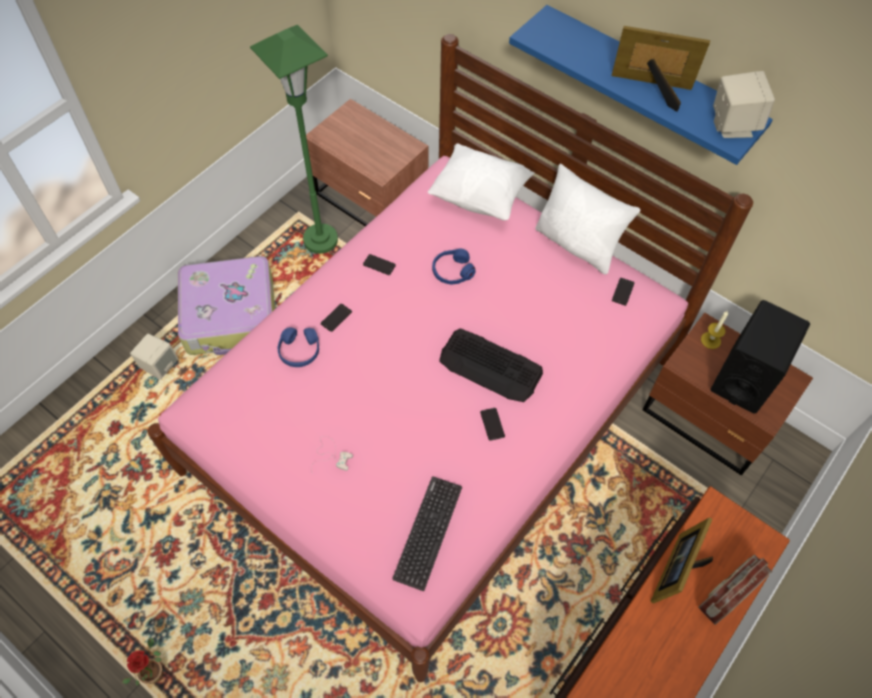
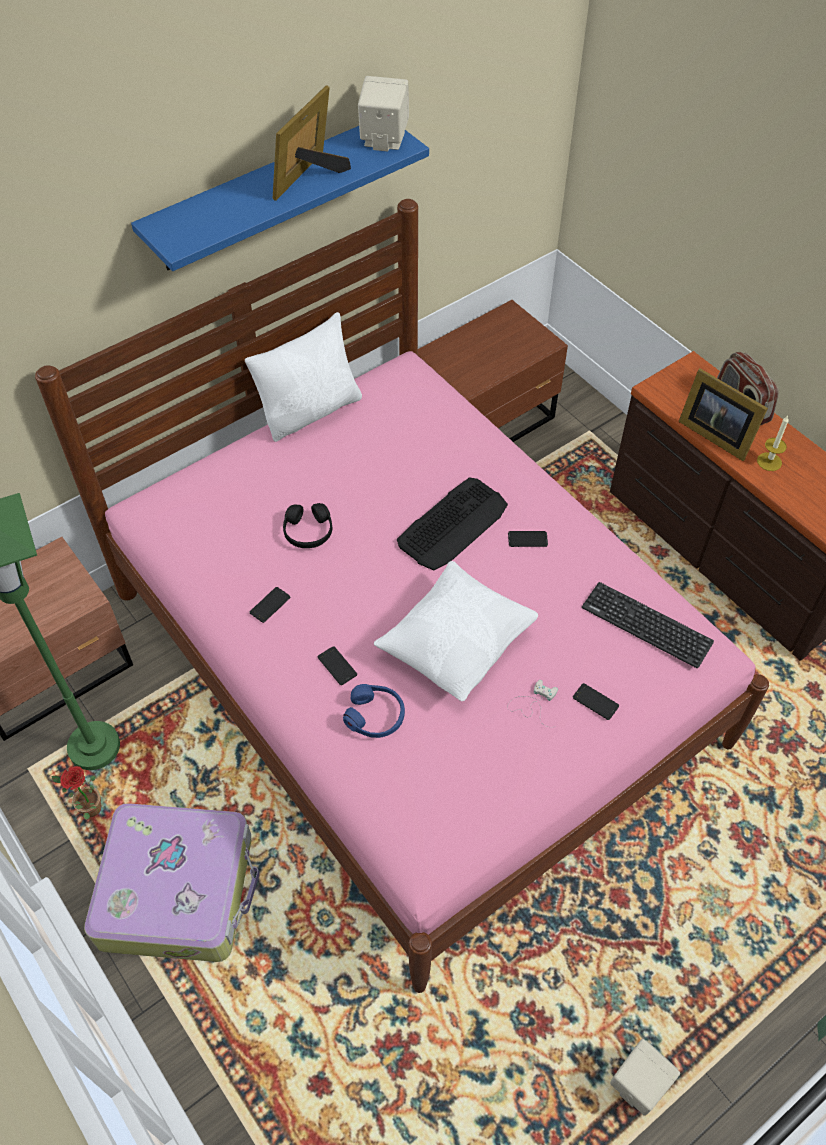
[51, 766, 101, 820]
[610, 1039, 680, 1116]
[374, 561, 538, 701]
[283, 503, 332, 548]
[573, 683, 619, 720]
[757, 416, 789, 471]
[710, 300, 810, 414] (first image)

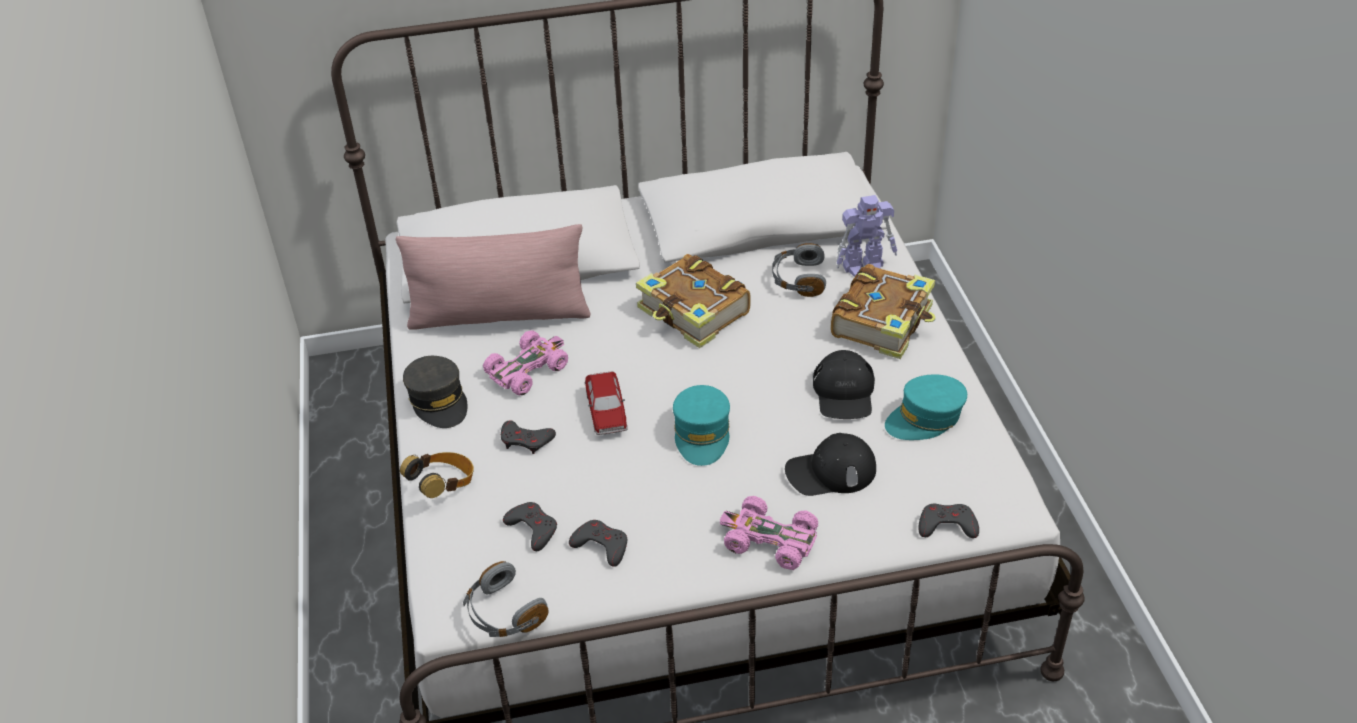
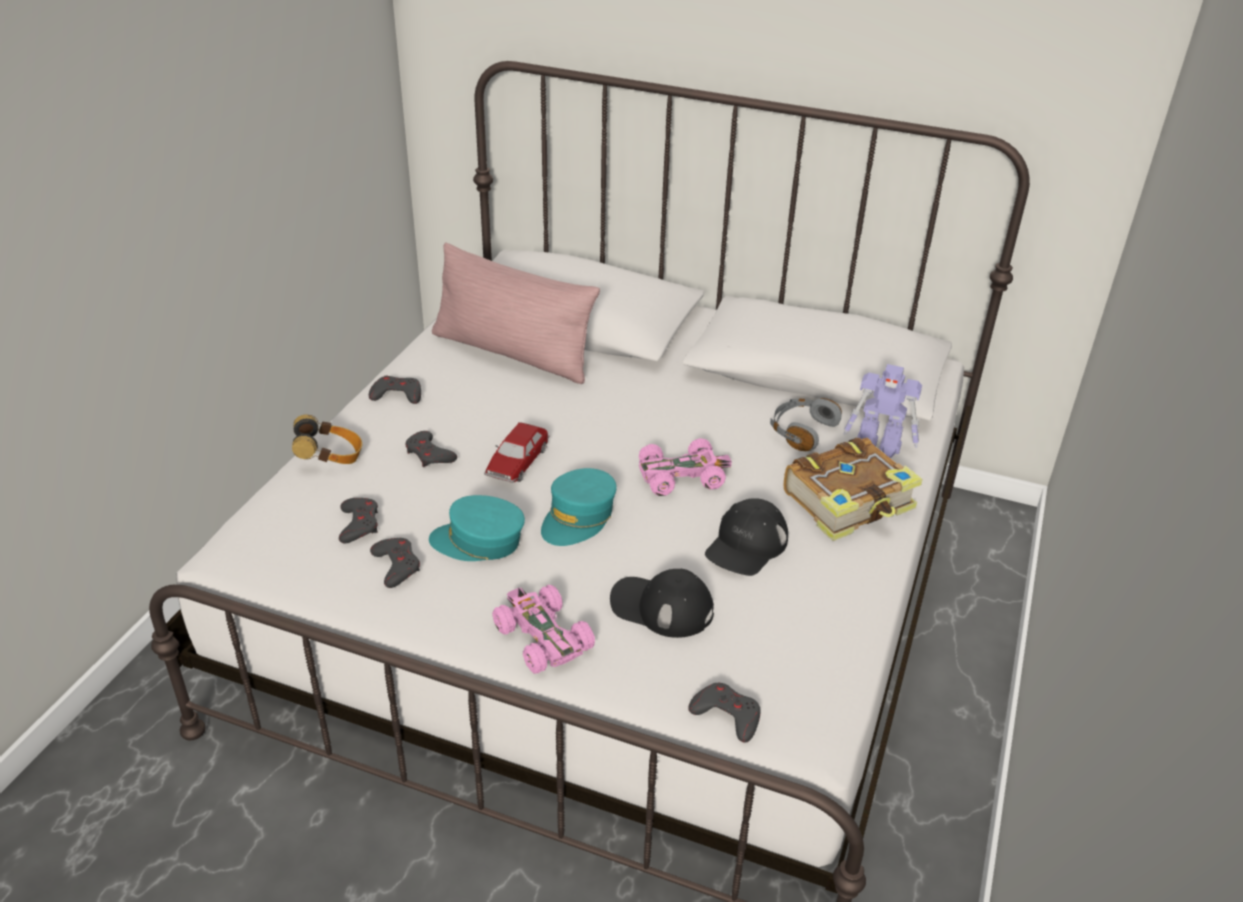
[369, 375, 421, 404]
[463, 561, 549, 637] (first image)
[639, 438, 732, 496]
[636, 254, 751, 348] (first image)
[429, 495, 525, 561]

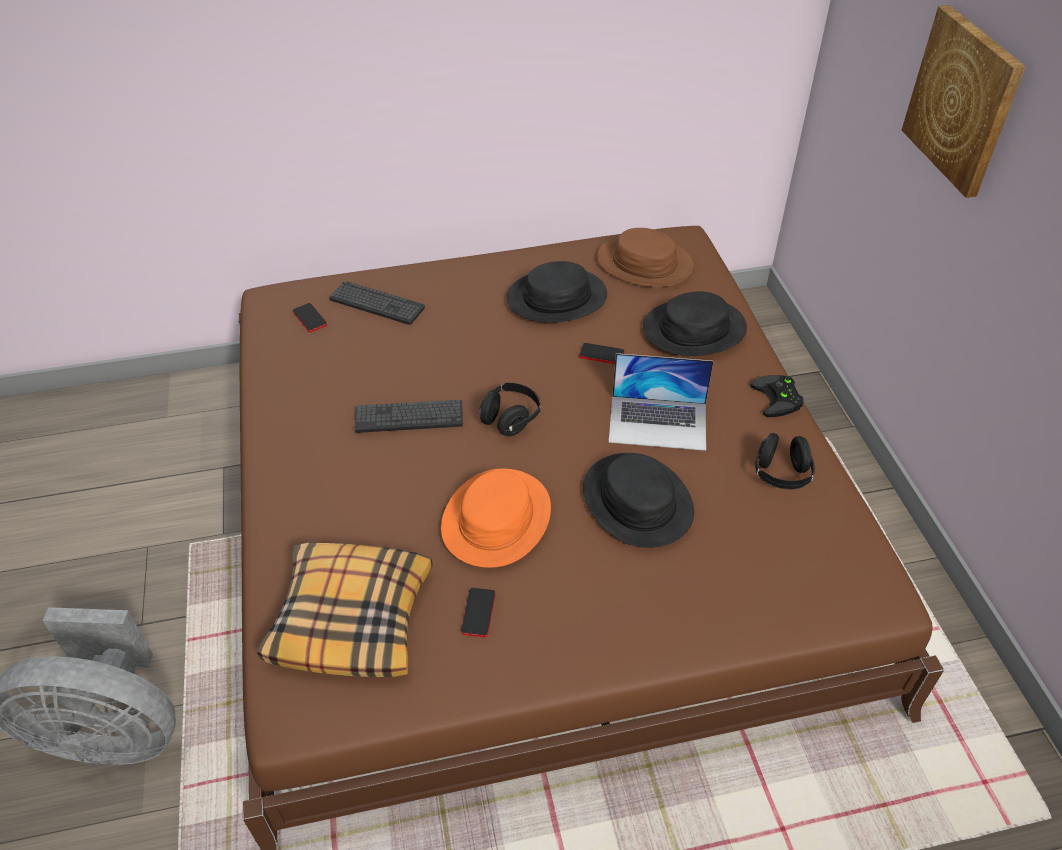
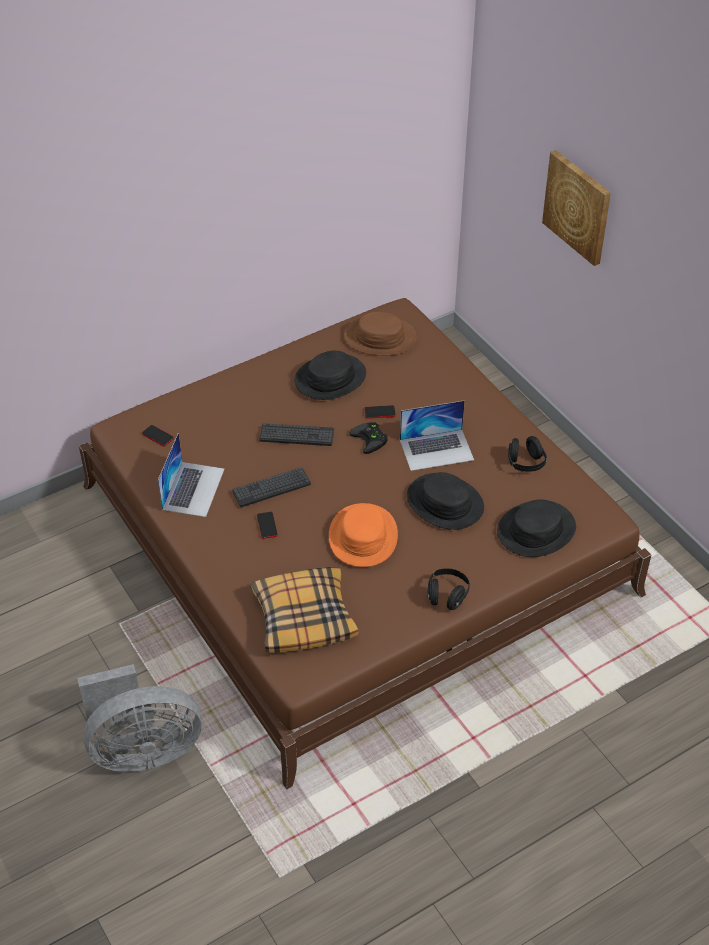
[259, 423, 334, 446]
[257, 512, 278, 539]
[428, 568, 470, 610]
[497, 500, 576, 557]
[349, 422, 388, 454]
[157, 433, 224, 517]

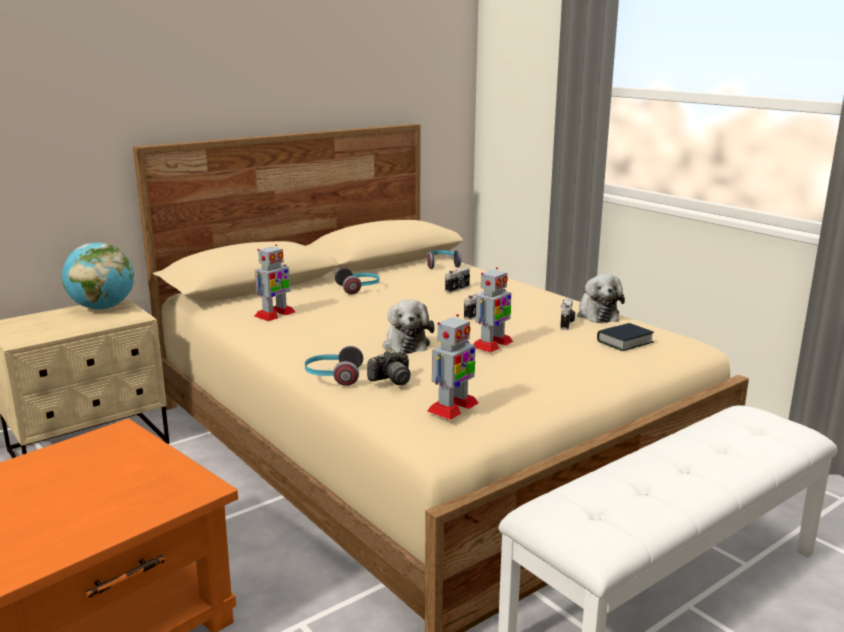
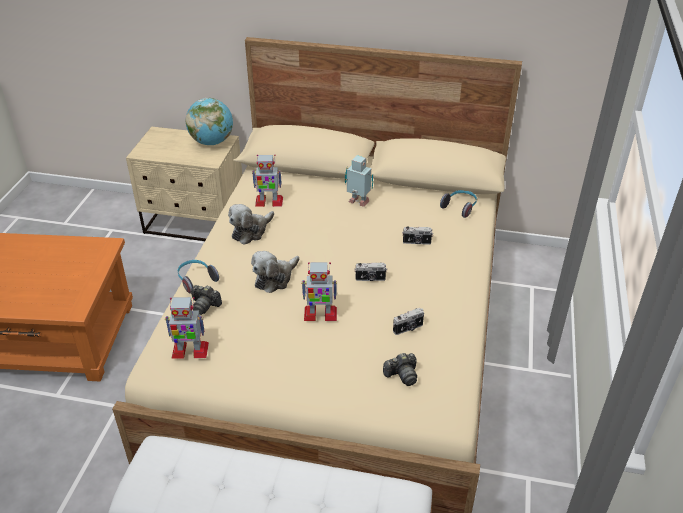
[345, 155, 373, 207]
[228, 204, 274, 245]
[383, 353, 417, 386]

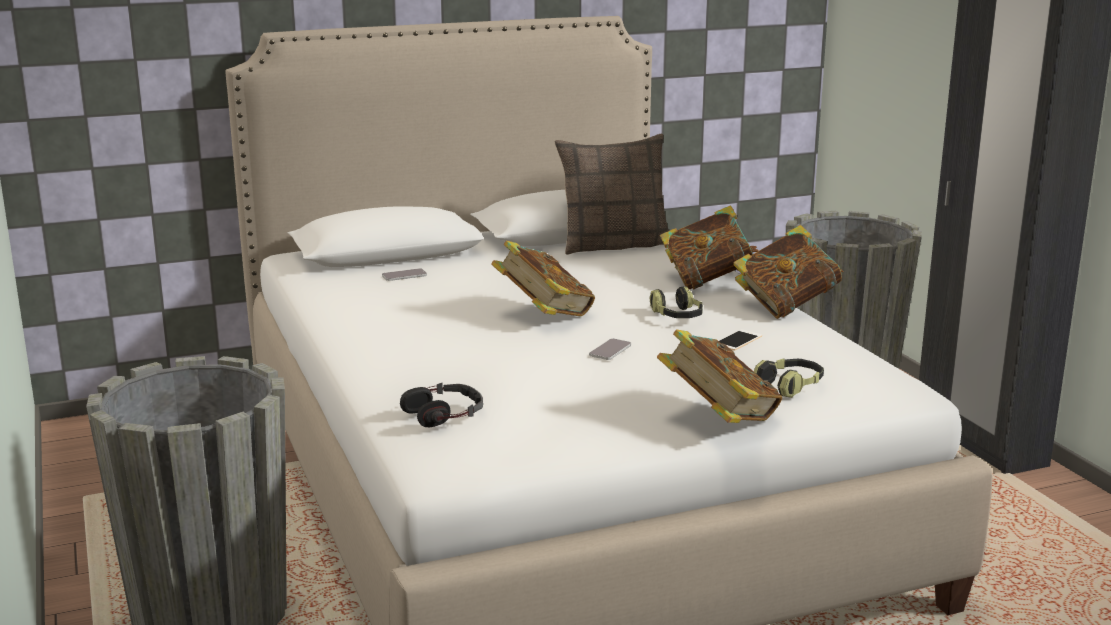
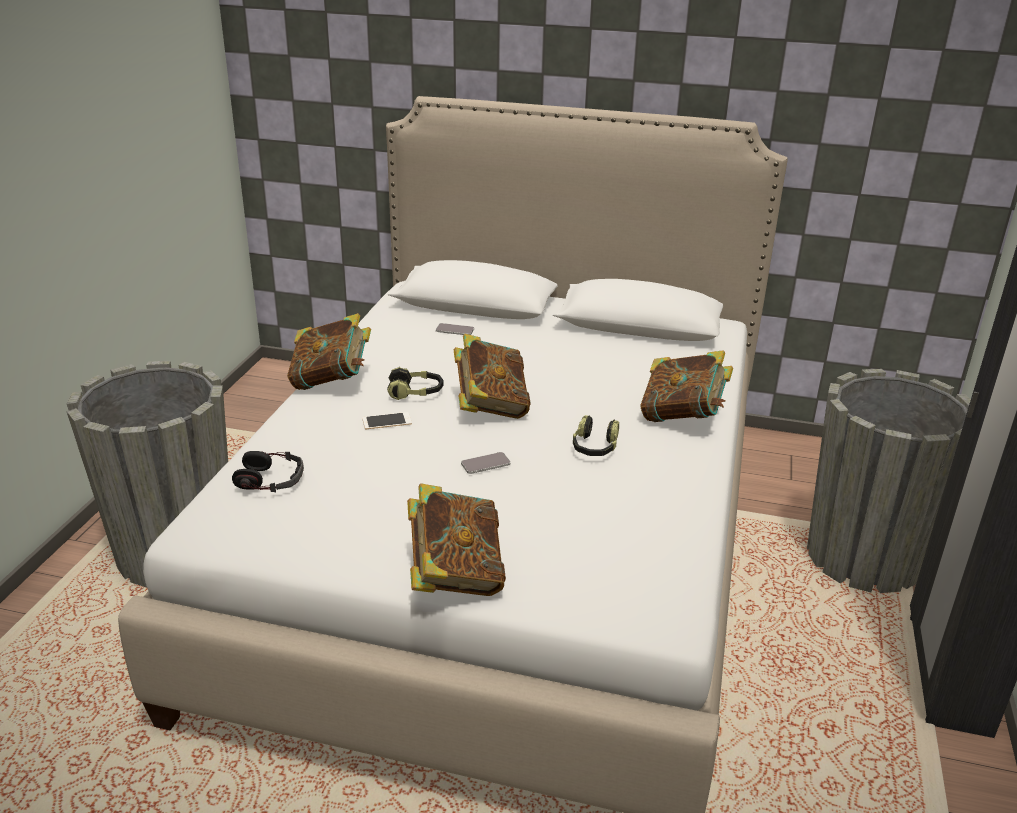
[554, 134, 669, 255] (first image)
[362, 412, 412, 429]
[287, 313, 371, 390]
[387, 367, 443, 400]

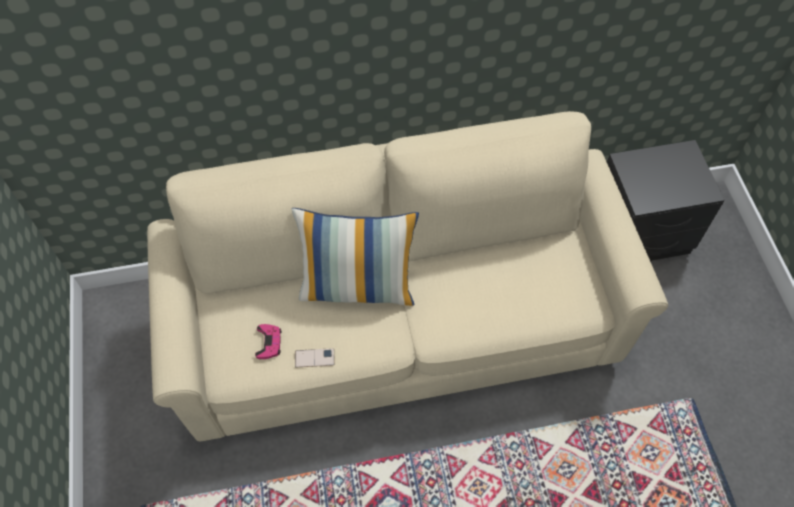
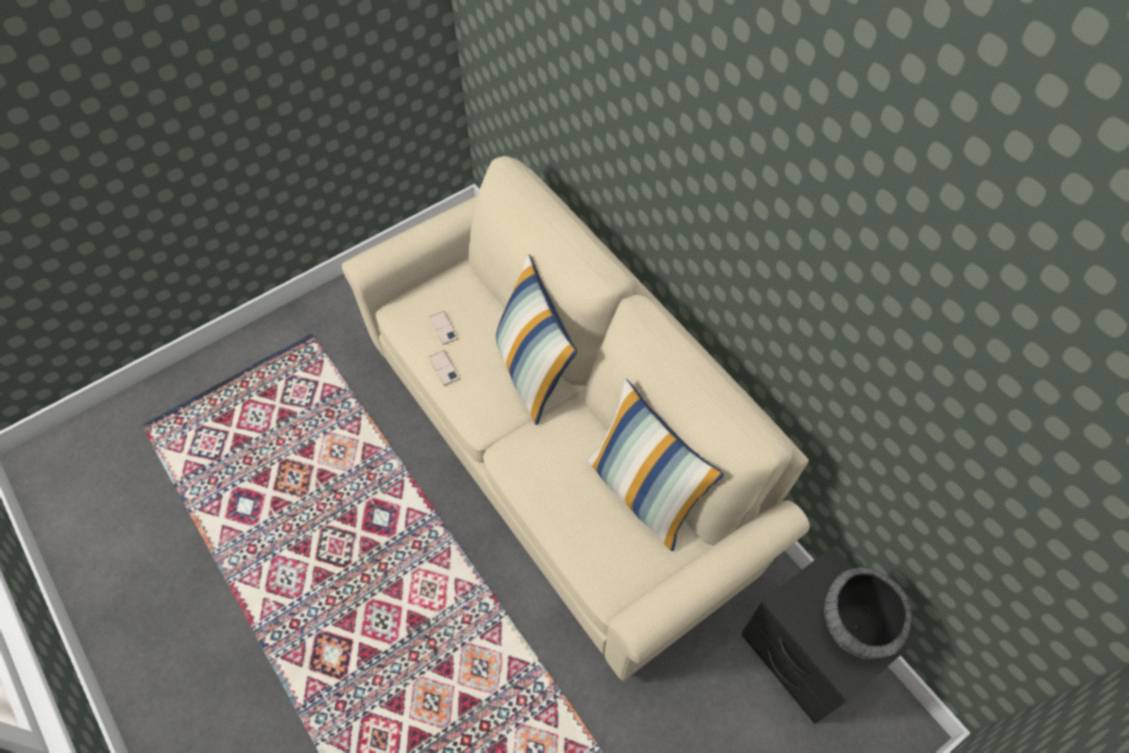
[429, 311, 458, 345]
[587, 379, 724, 551]
[824, 567, 912, 659]

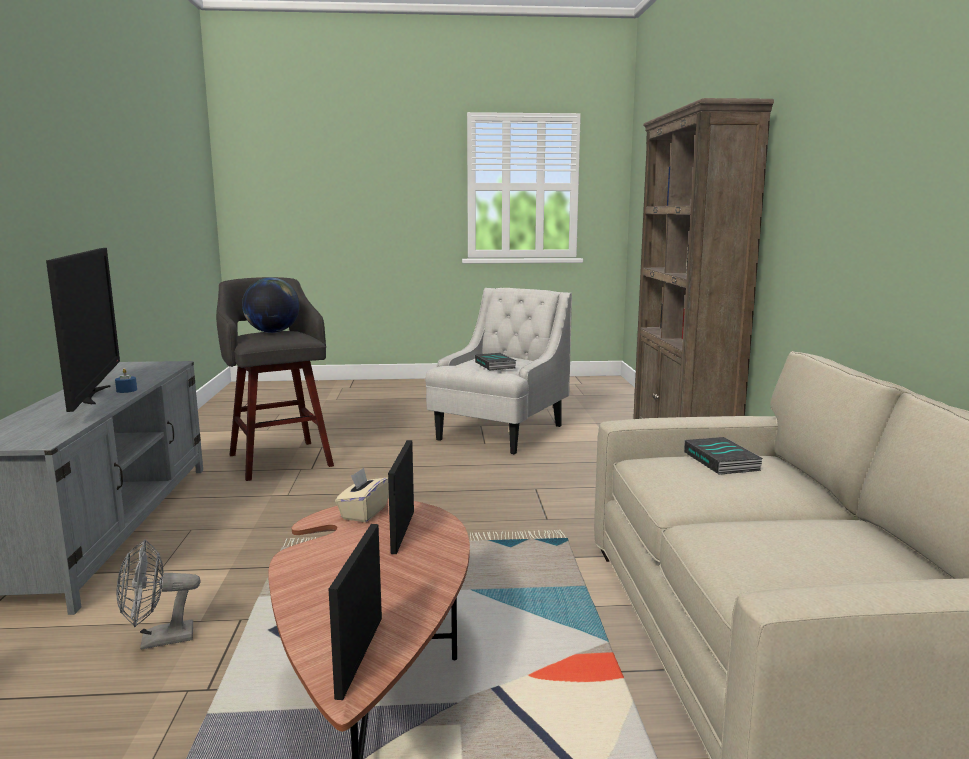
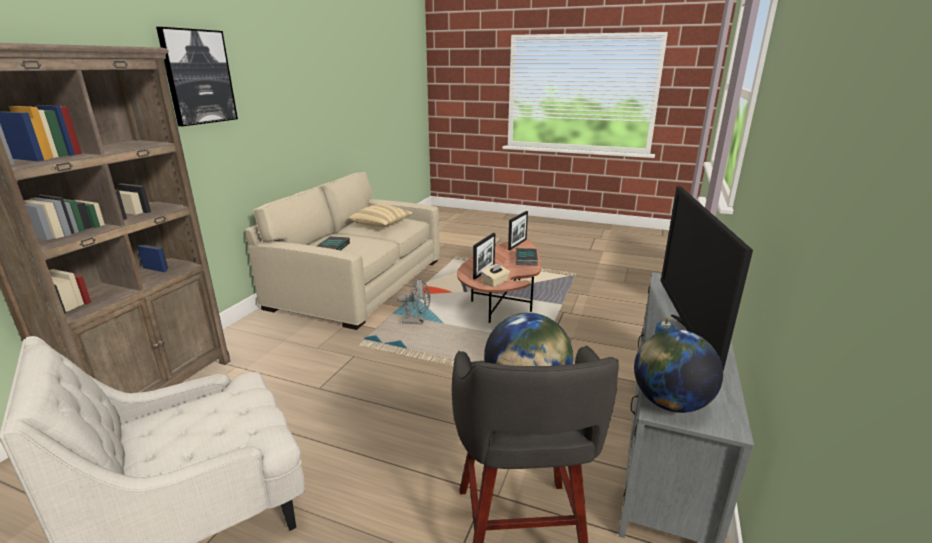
[397, 278, 430, 324]
[516, 248, 538, 266]
[156, 27, 238, 126]
[349, 204, 413, 227]
[634, 329, 723, 413]

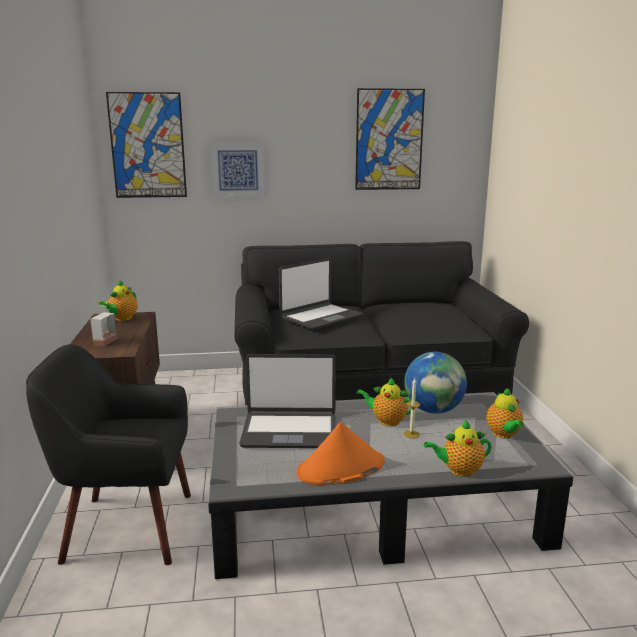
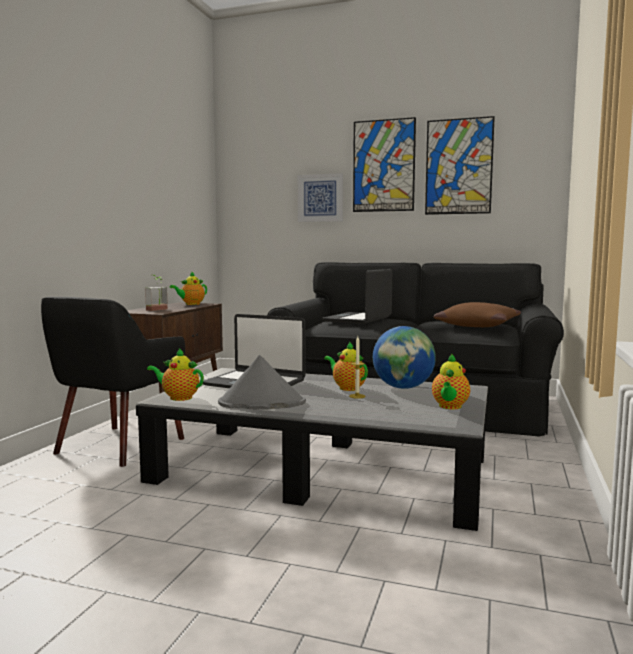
[41, 297, 185, 467]
[353, 117, 416, 212]
[322, 269, 392, 324]
[218, 355, 306, 409]
[147, 348, 204, 401]
[434, 302, 521, 327]

